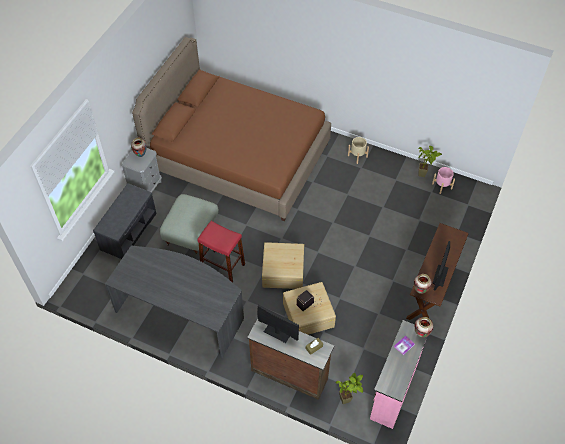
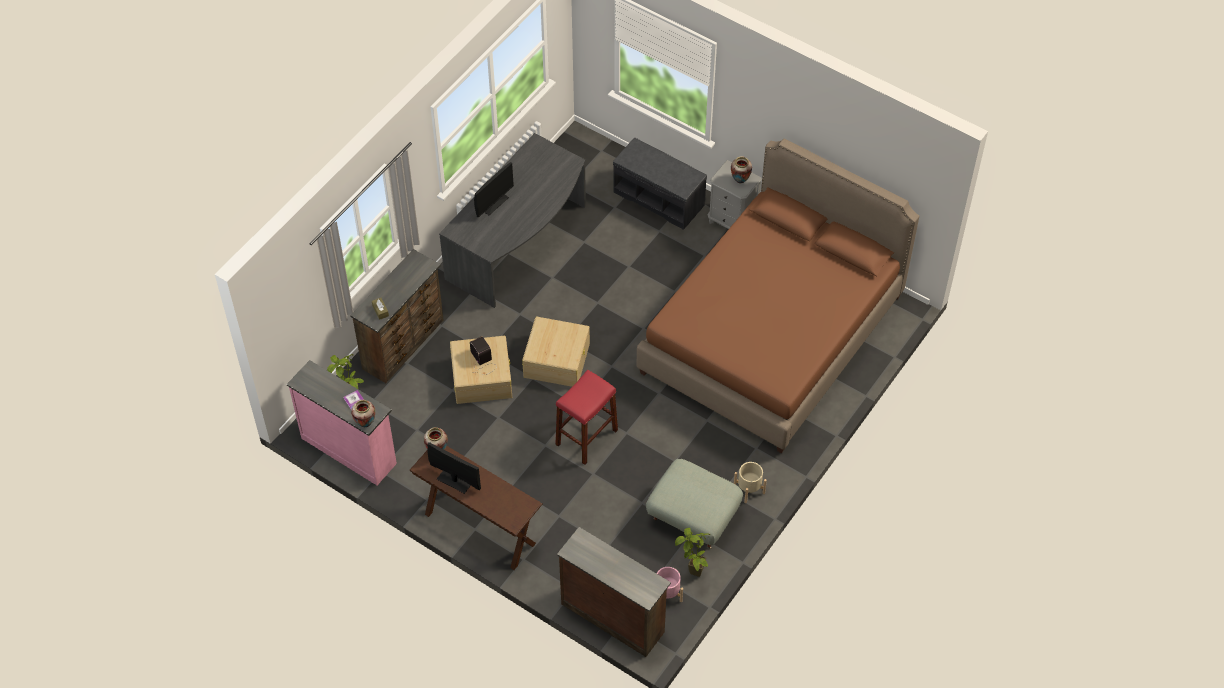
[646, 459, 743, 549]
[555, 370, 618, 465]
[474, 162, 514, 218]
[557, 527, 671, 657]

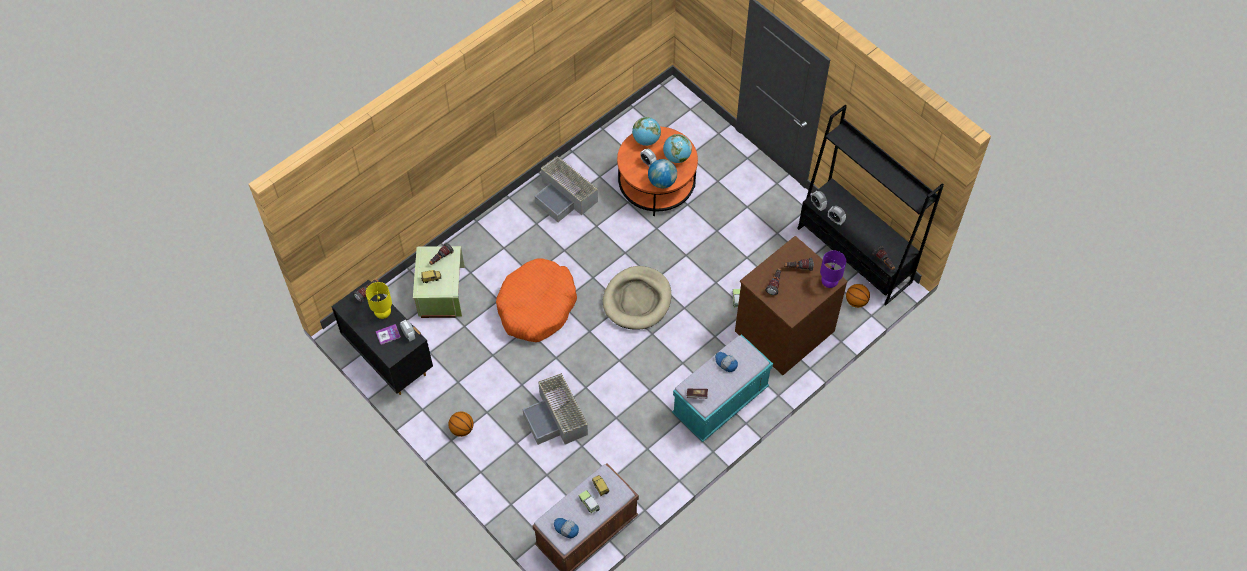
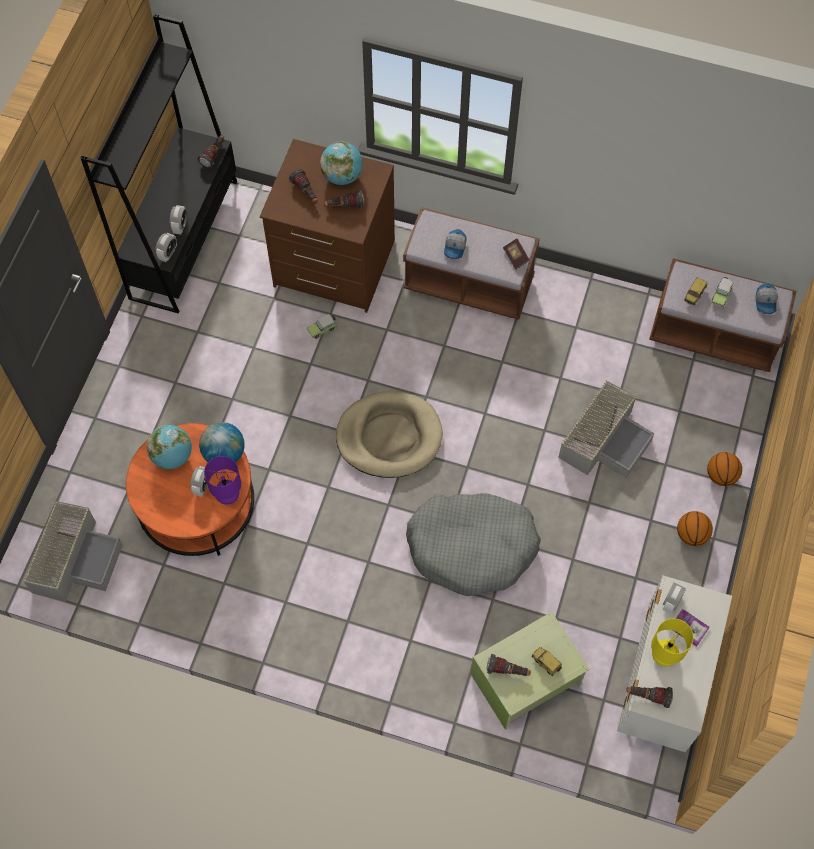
[617, 575, 732, 752]
[406, 493, 541, 596]
[24, 501, 123, 602]
[320, 141, 363, 185]
[403, 207, 540, 320]
[204, 456, 241, 505]
[707, 452, 742, 486]

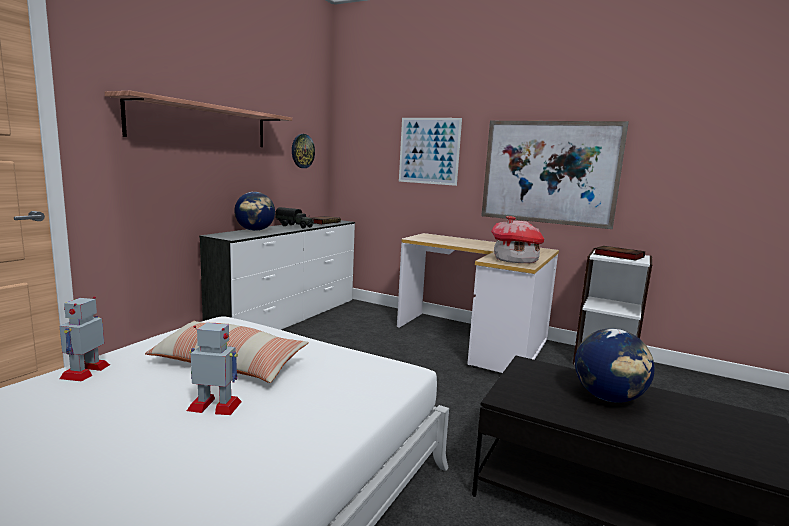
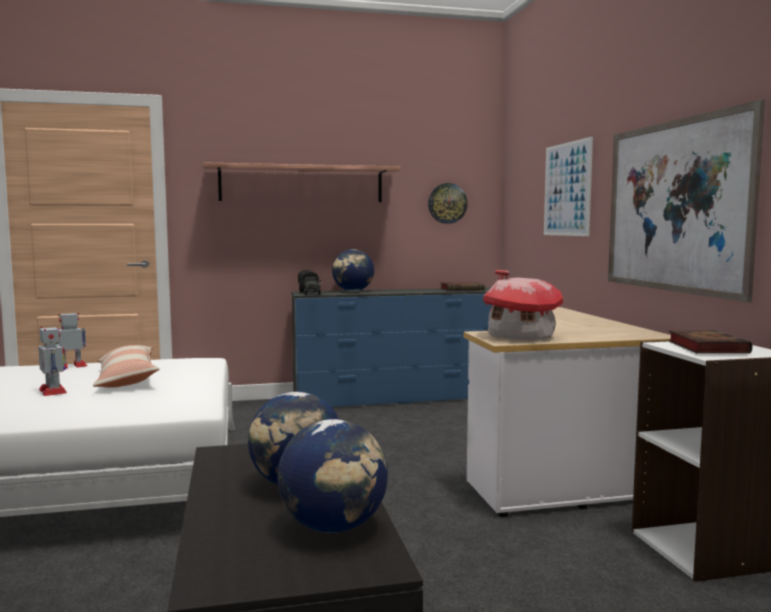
[291, 287, 492, 407]
[298, 270, 321, 295]
[278, 419, 388, 533]

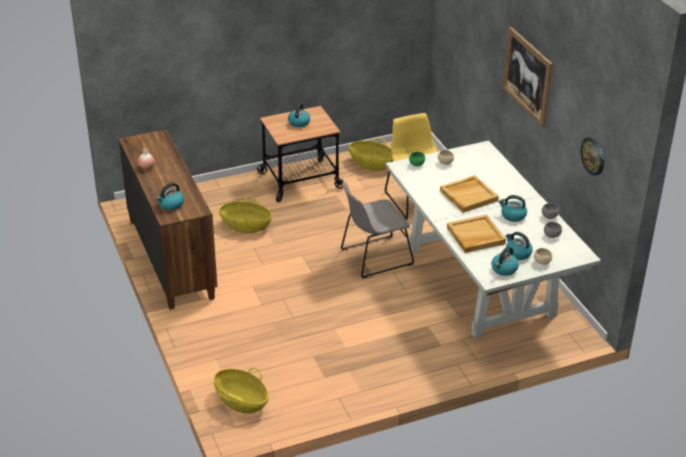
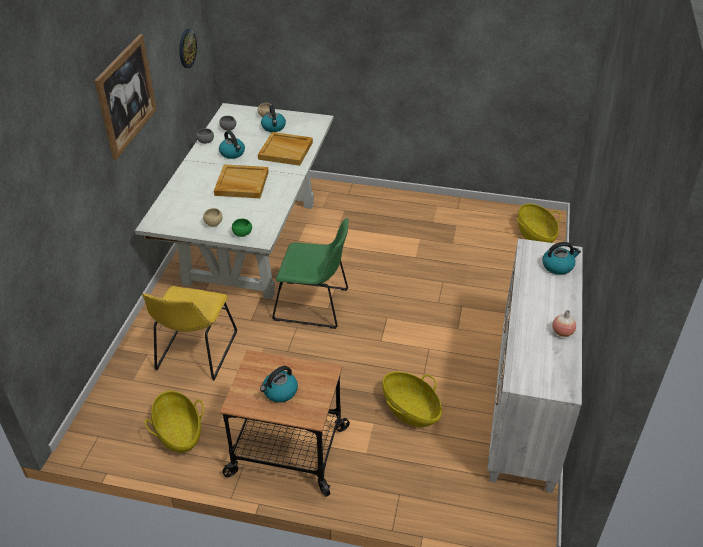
[487, 238, 583, 493]
[272, 218, 349, 329]
[491, 247, 519, 276] (first image)

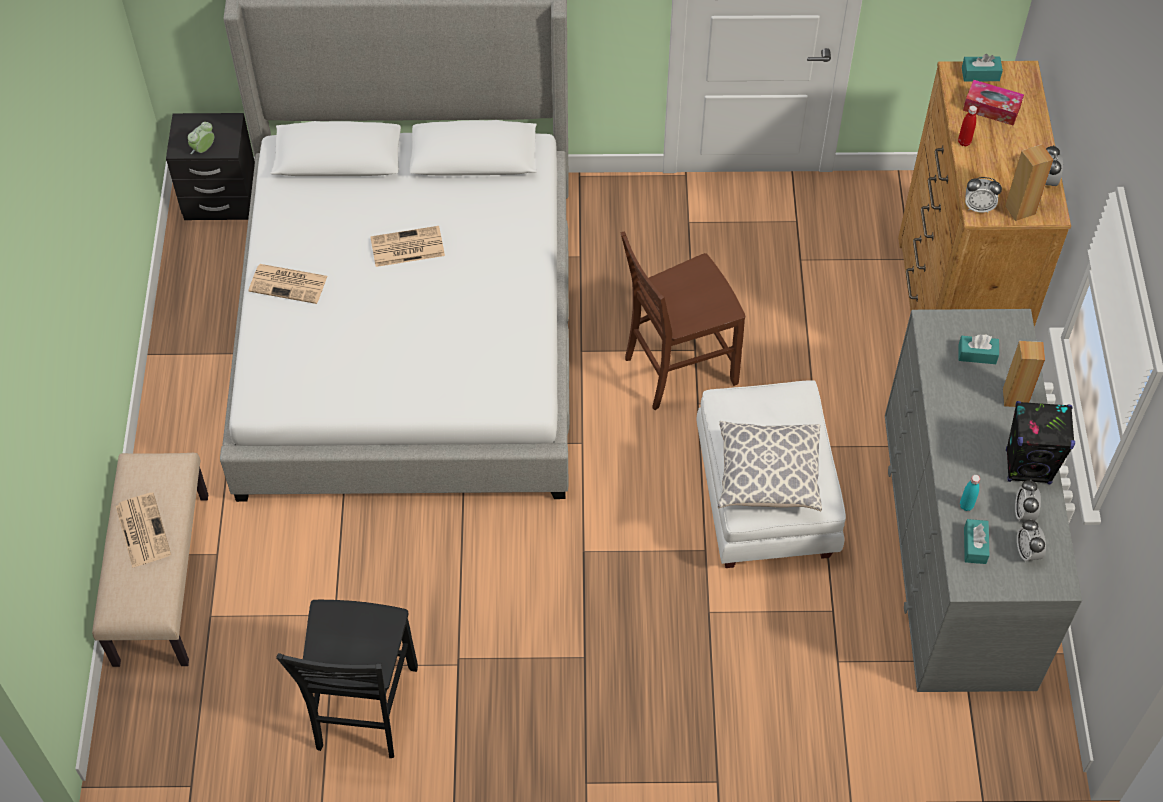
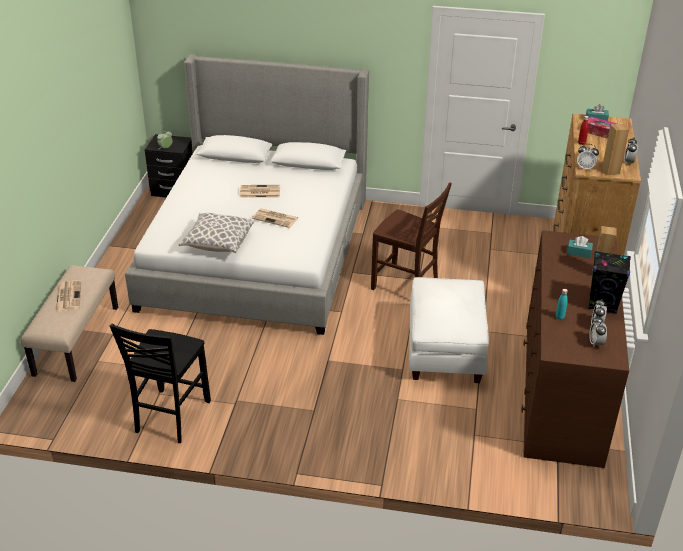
[252, 208, 298, 228]
[371, 182, 452, 290]
[179, 213, 254, 254]
[521, 230, 629, 468]
[964, 519, 989, 564] (first image)

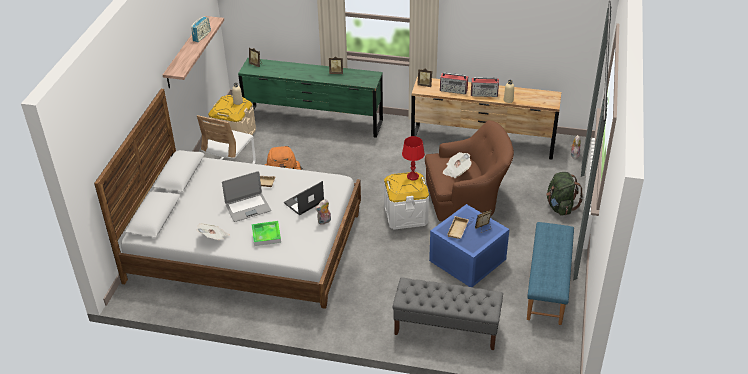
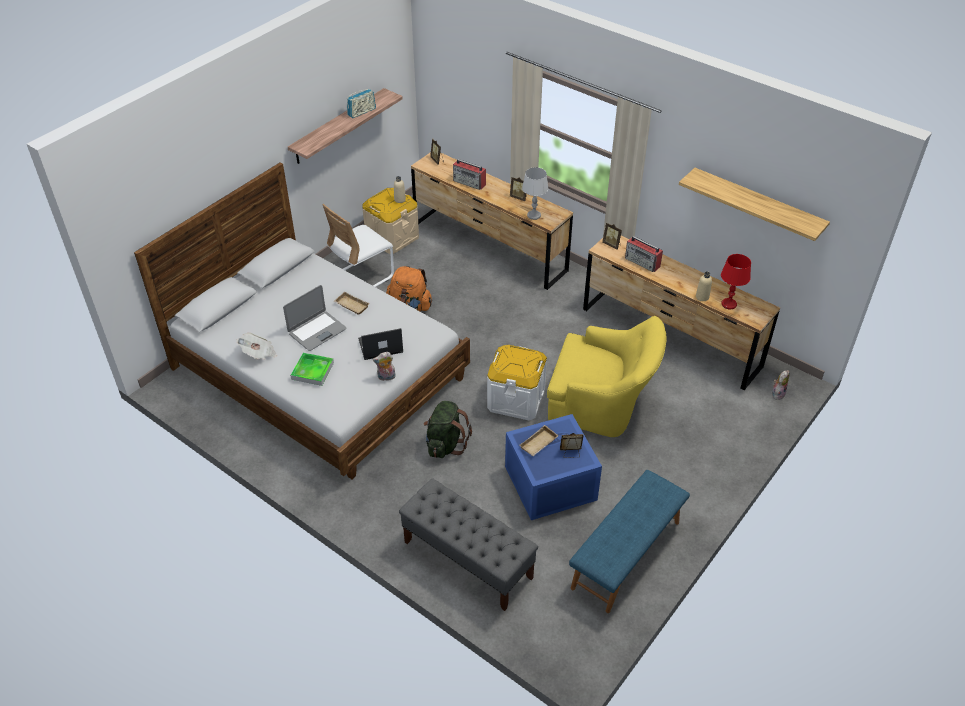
[283, 285, 347, 351]
[411, 152, 573, 290]
[721, 254, 751, 309]
[547, 316, 667, 437]
[443, 152, 471, 178] (first image)
[453, 159, 486, 190]
[424, 401, 472, 458]
[522, 167, 549, 220]
[679, 168, 830, 241]

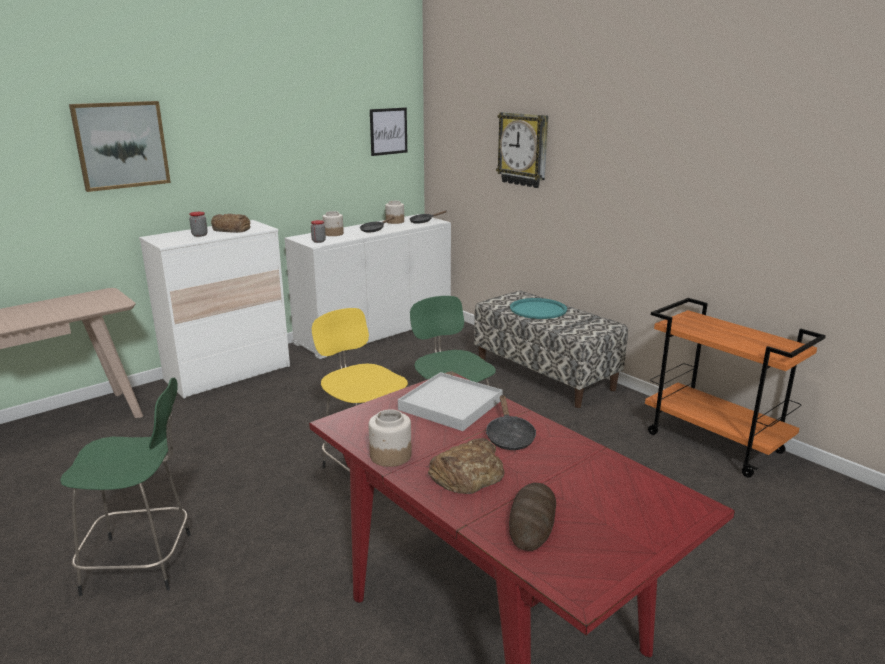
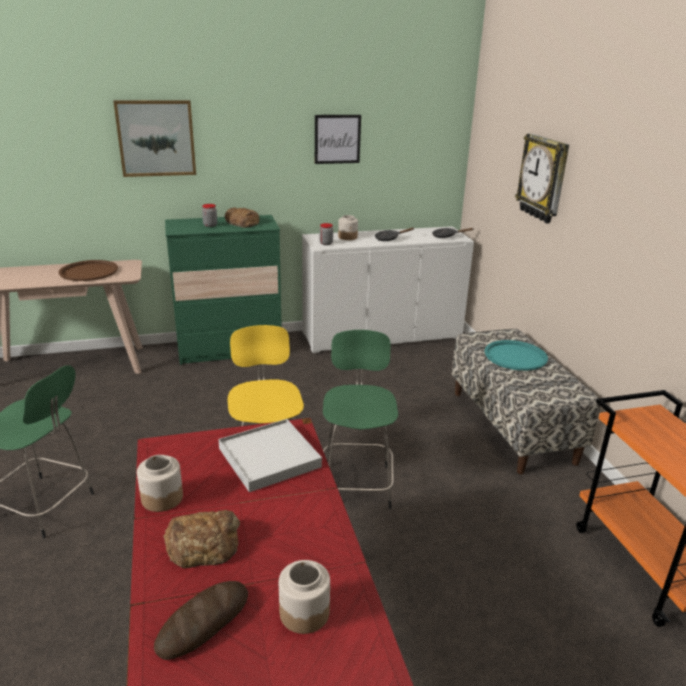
[165, 215, 282, 365]
[315, 115, 361, 164]
[279, 560, 330, 634]
[486, 395, 537, 450] (first image)
[59, 260, 118, 281]

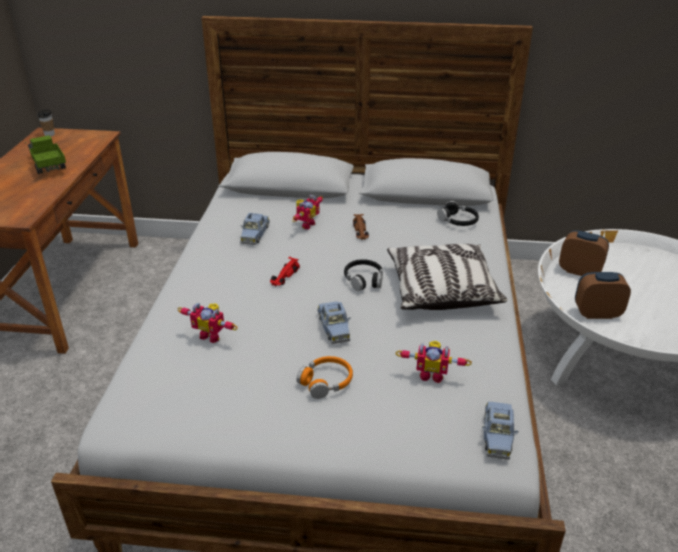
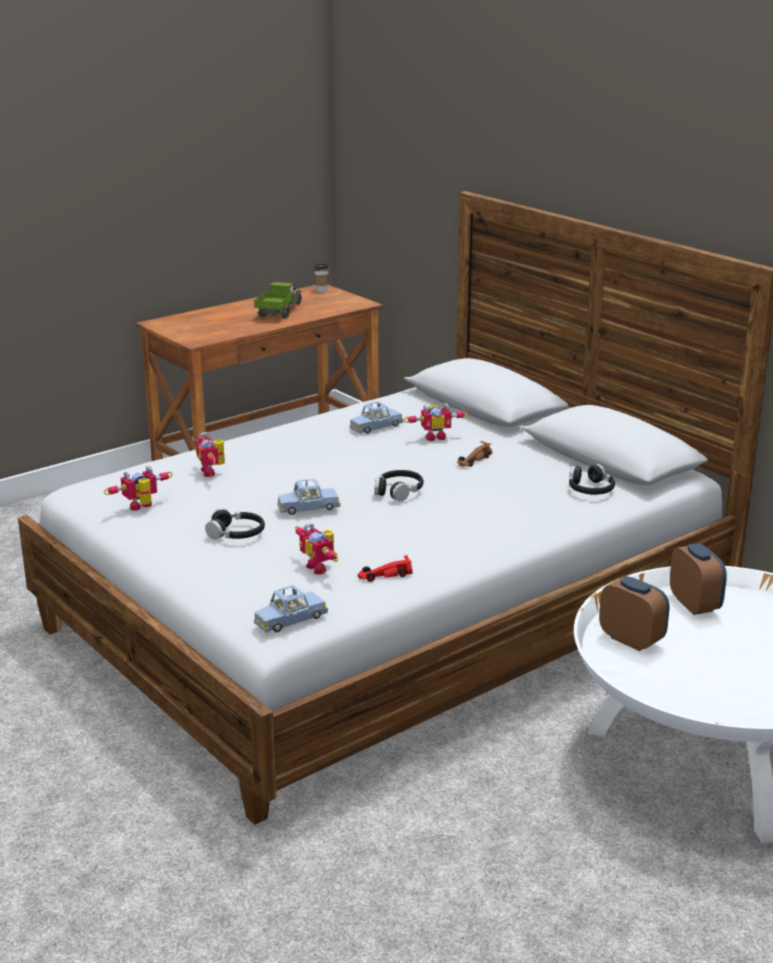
[358, 555, 413, 582]
[205, 508, 265, 540]
[277, 479, 341, 515]
[387, 244, 508, 310] (first image)
[104, 466, 173, 511]

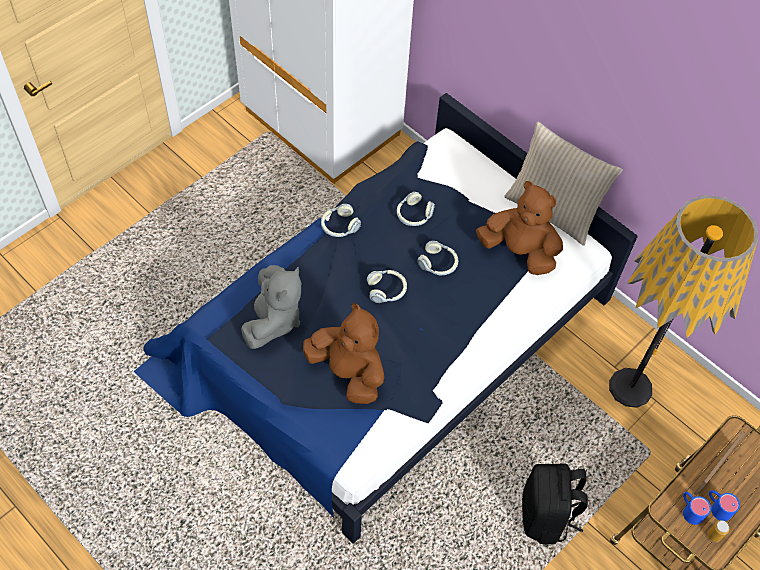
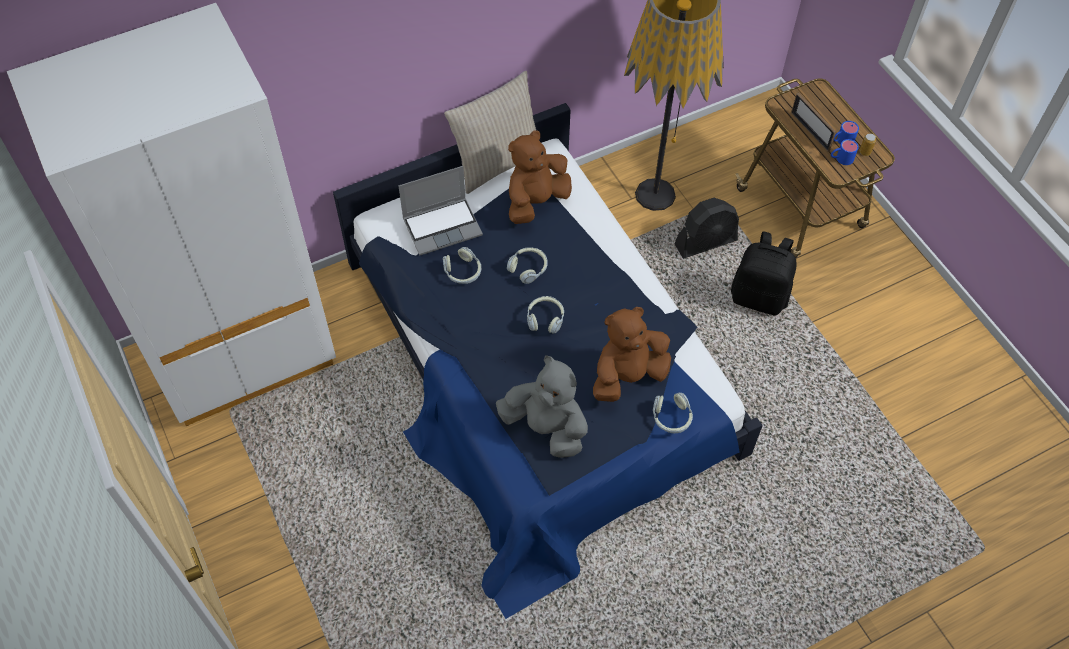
[653, 393, 693, 434]
[399, 166, 483, 256]
[675, 198, 739, 259]

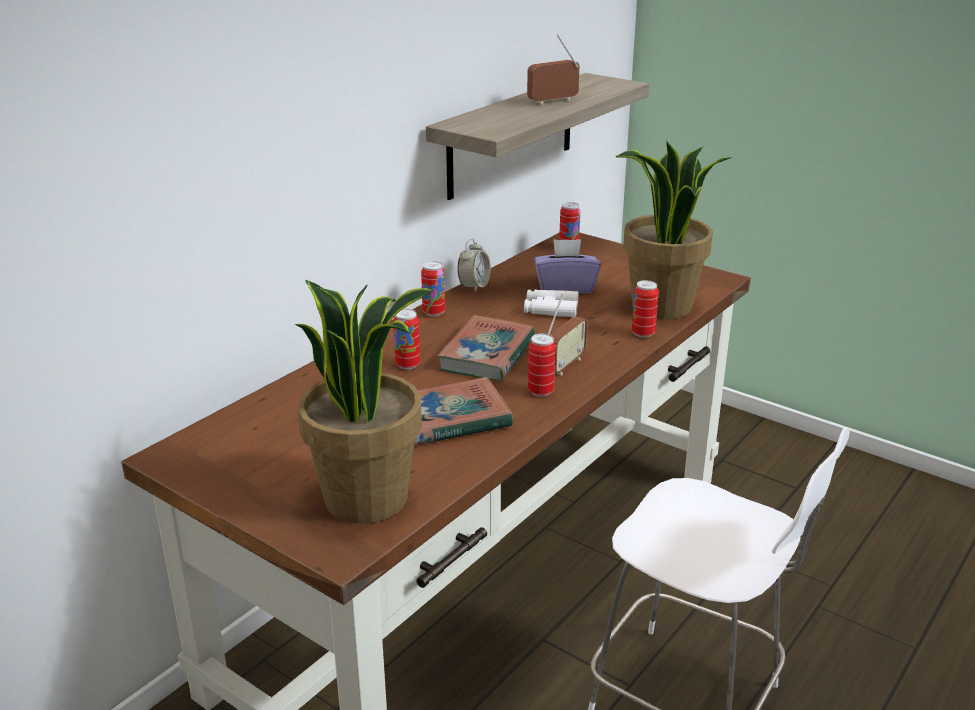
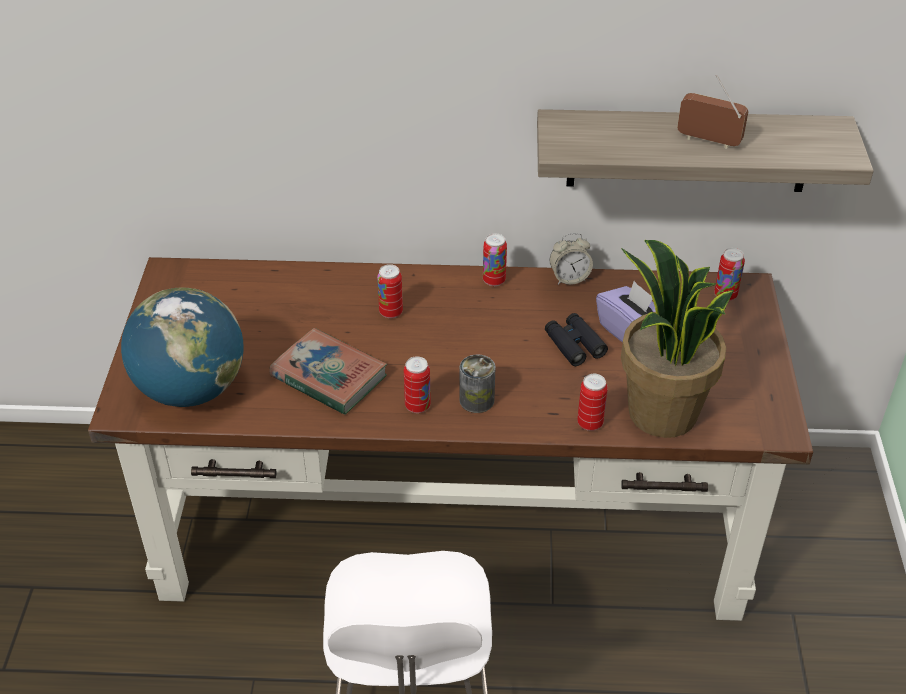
[121, 287, 244, 407]
[437, 315, 535, 381] (first image)
[545, 313, 608, 366]
[459, 354, 496, 413]

